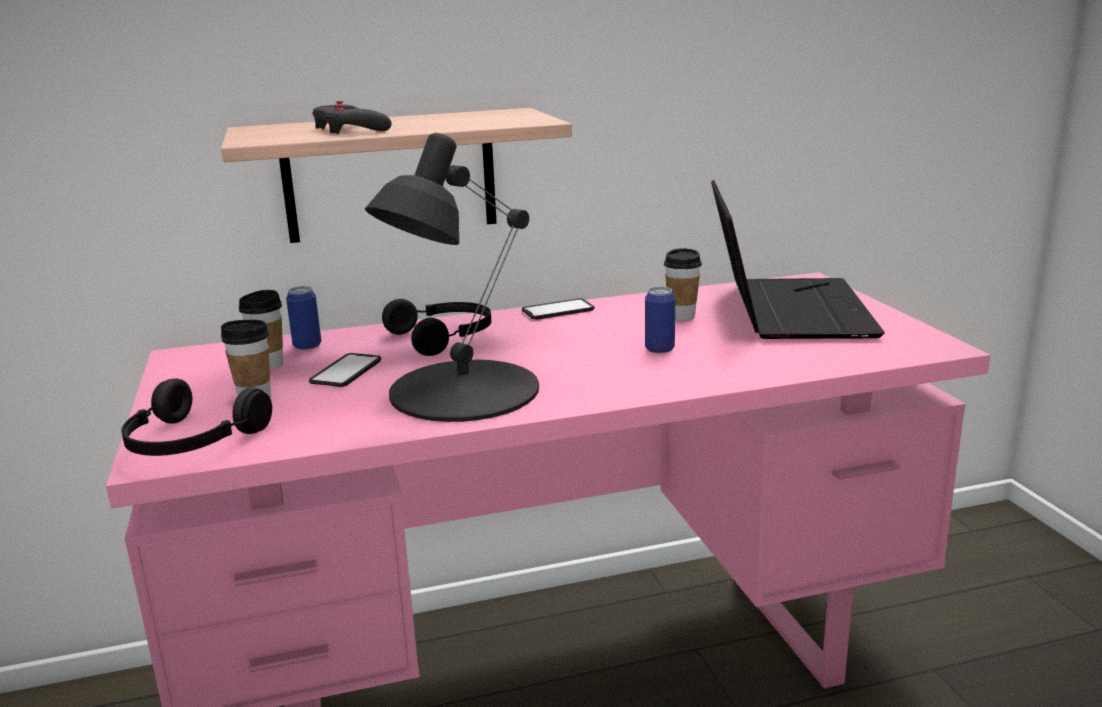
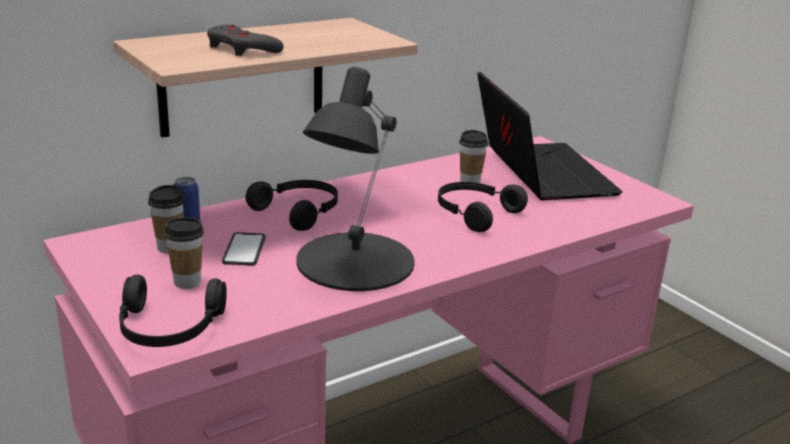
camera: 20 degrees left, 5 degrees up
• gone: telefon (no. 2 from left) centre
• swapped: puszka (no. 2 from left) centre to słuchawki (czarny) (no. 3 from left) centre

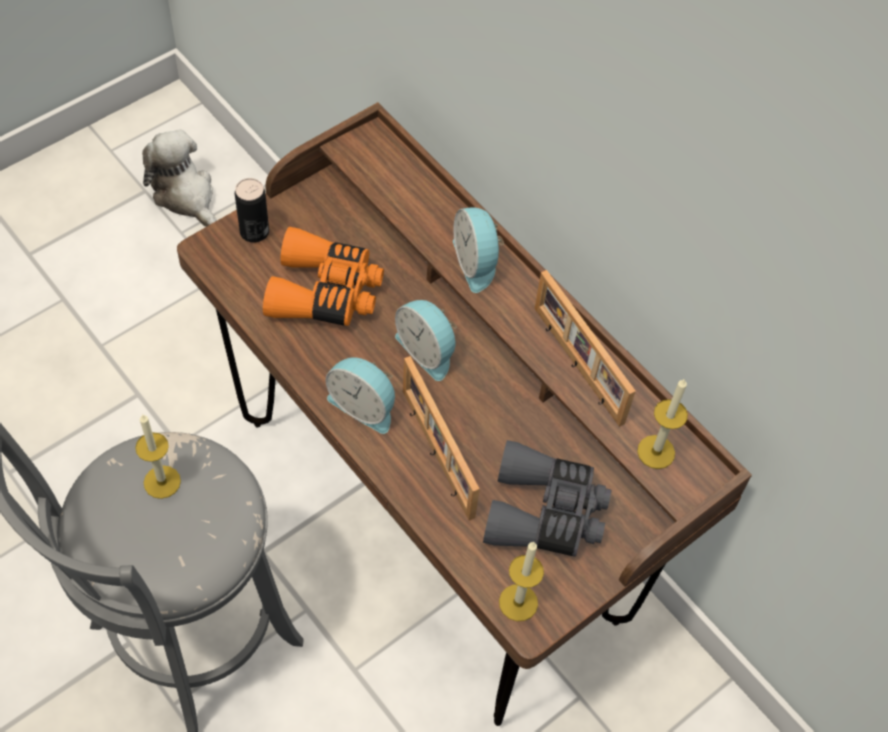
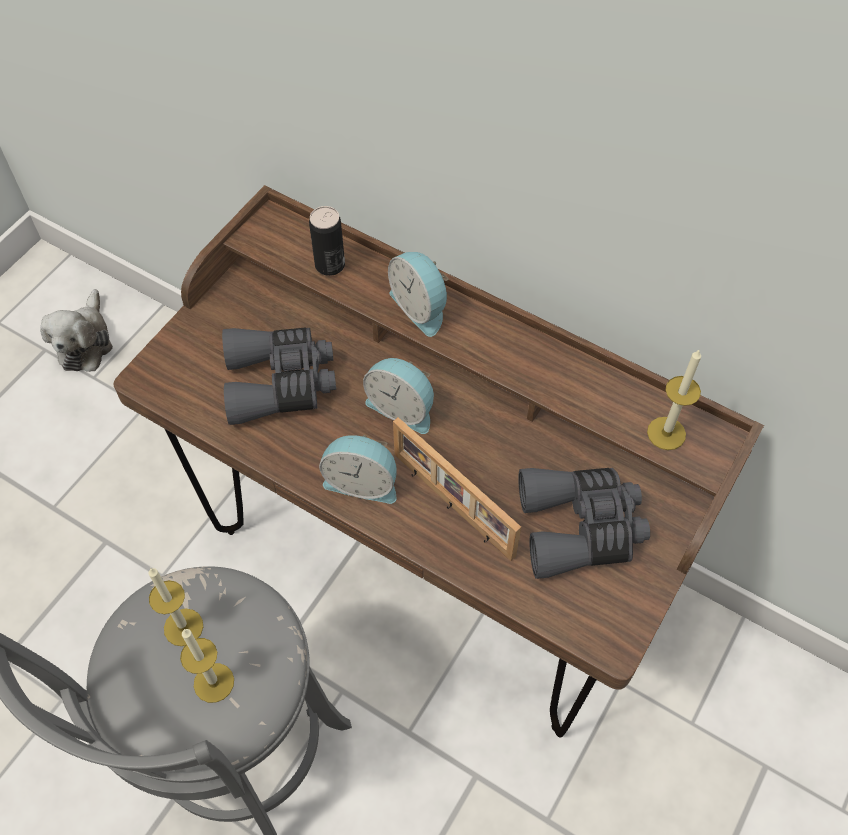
camera: 15 degrees left, 0 degrees up
• gone: ramka na zdjęcie (no. 2 from left) centre
• shifted: puszka top left to top centre
• shifted: świeca (no. 2 from left) bottom centre to bottom left
• repainted: lornetka (pomarańczowy) centre to lornetka (szary) (no. 1 from left) middle left
• rotated: pluszak top left = middle left 120 degrees counterclockwise

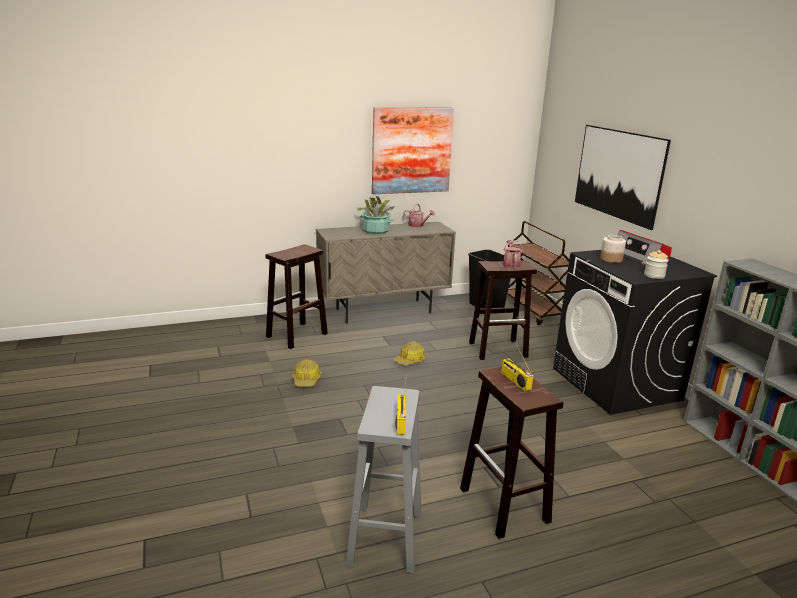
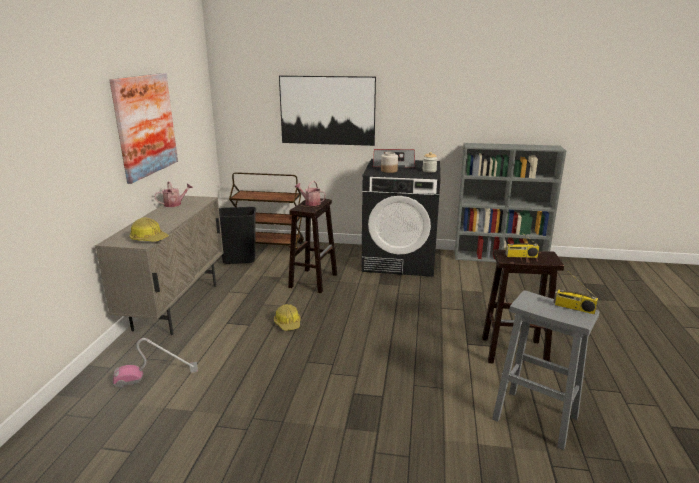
camera: 60 degrees left, 0 degrees up
• gone: roślina doniczkowa centre
• shifted: kask (no. 1 from left) centre to middle left
• swapped: stołek (brązowy) (no. 1 from left) centre to odkurzacz bottom left

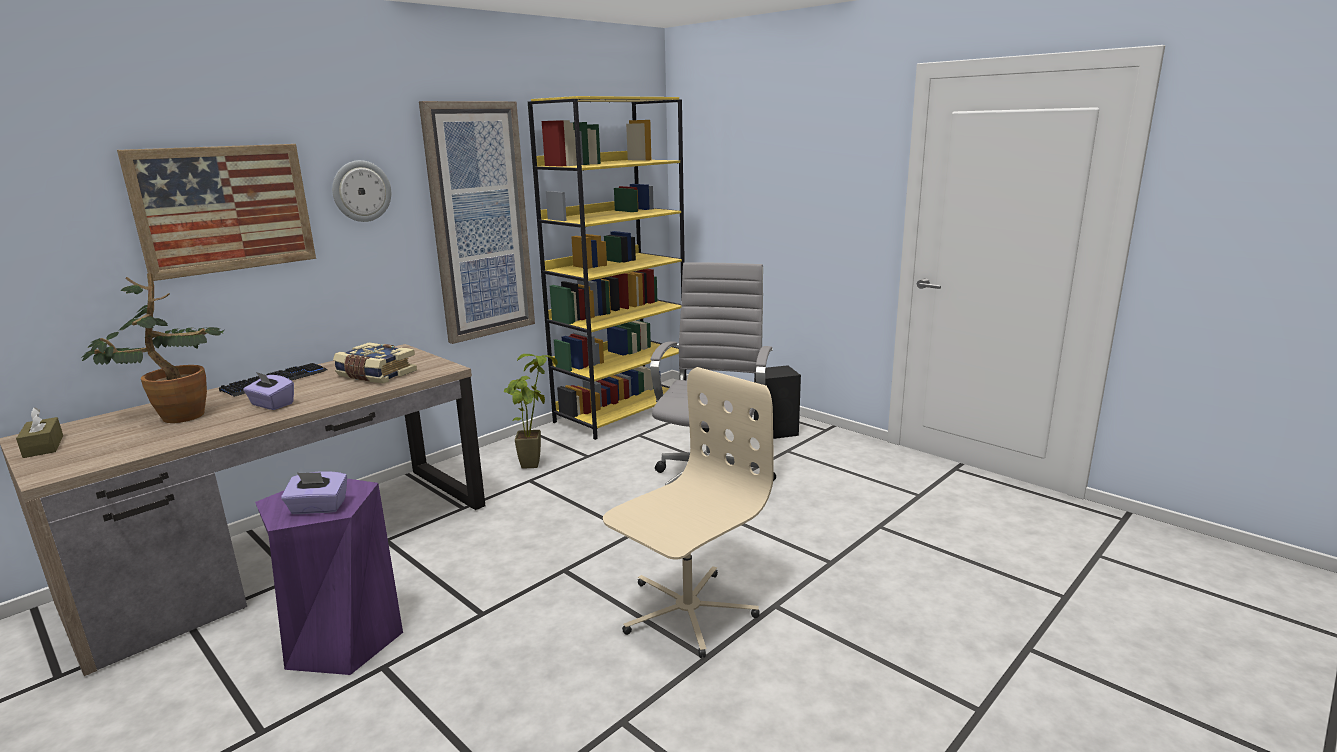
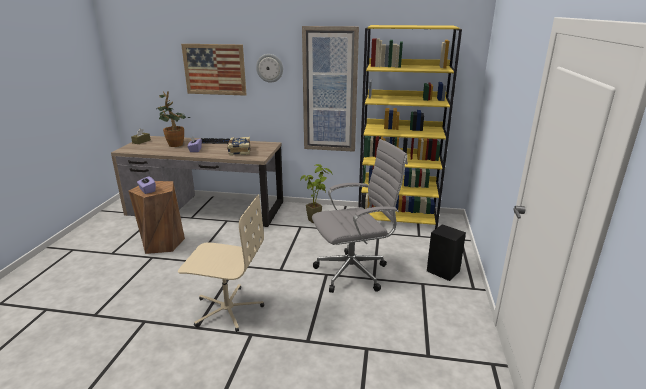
camera: 55 degrees right, 5 degrees up
• repainted: stołek (fioletowy) bottom left to stołek (brązowy) middle left

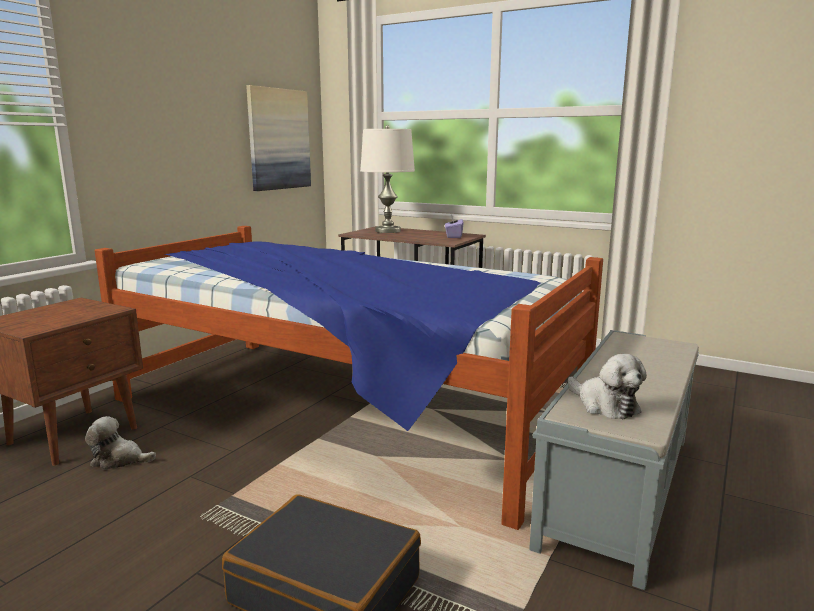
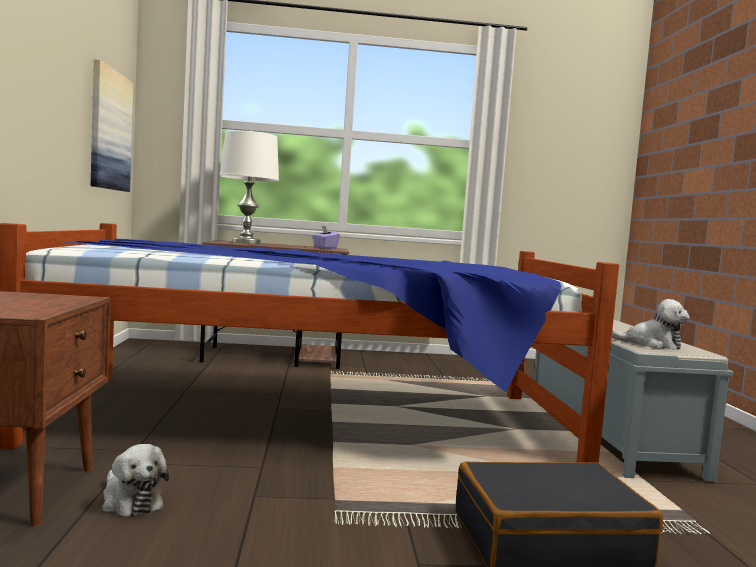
camera: 35 degrees left, 10 degrees down
• rotated: pluszak (no. 1 from left) bottom left = bottom left 105 degrees counterclockwise

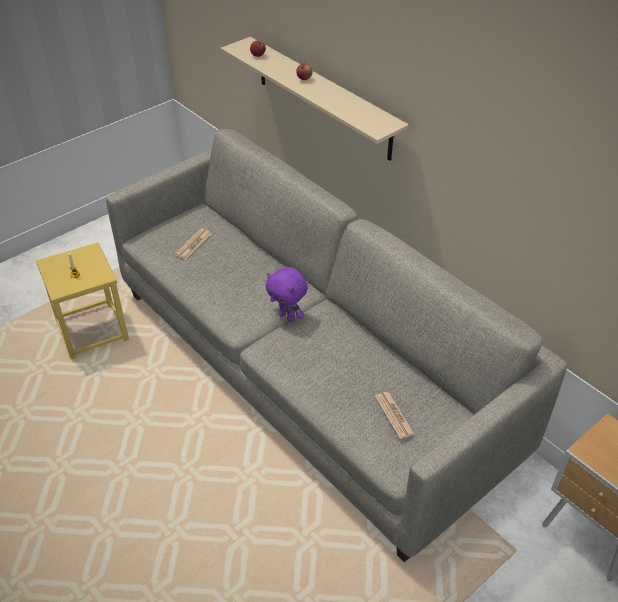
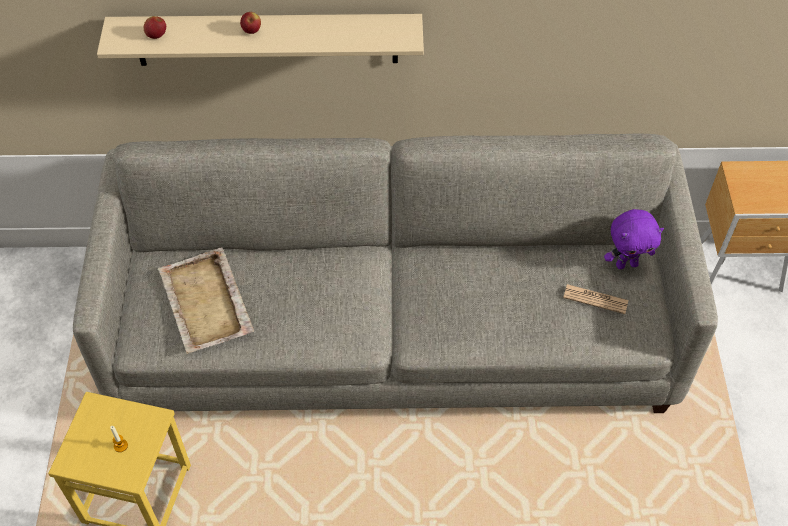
camera: 50 degrees left, 10 degrees up
• shifted: pluszak (fioletowy) centre to middle right
• swapped: gazeta (no. 1 from left) middle left to taca (beżowy) middle left

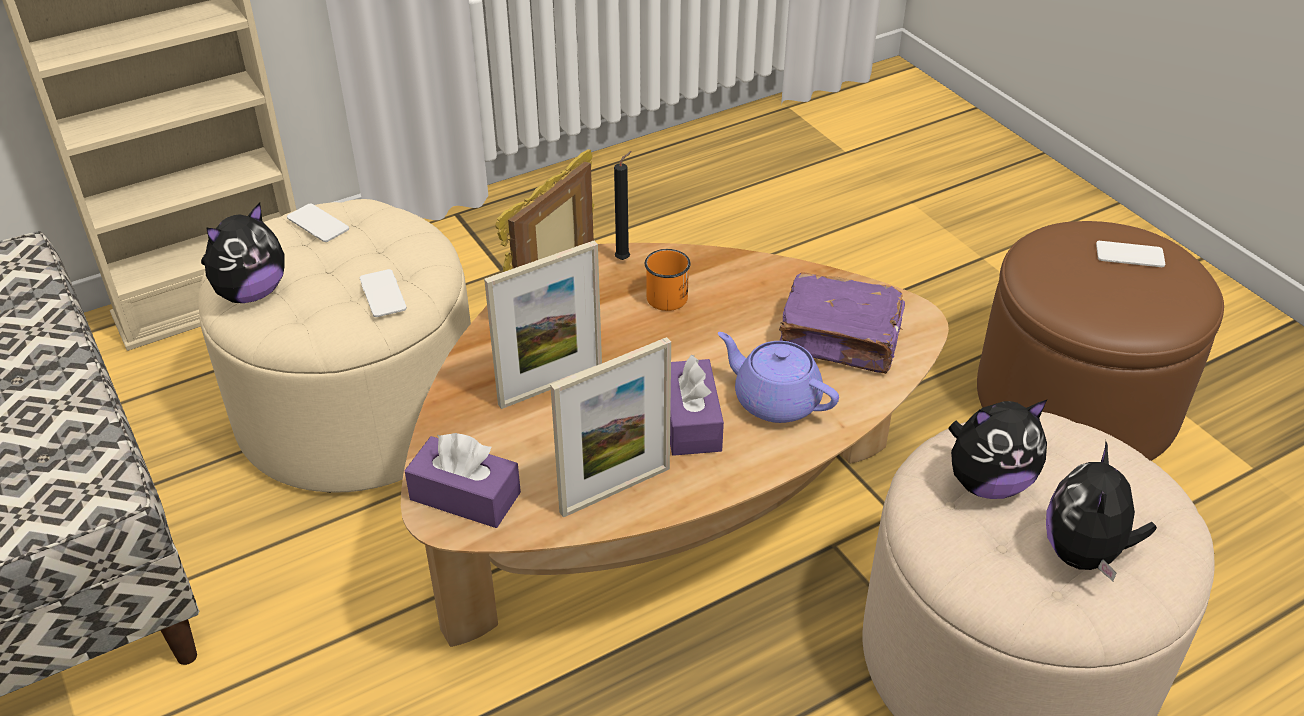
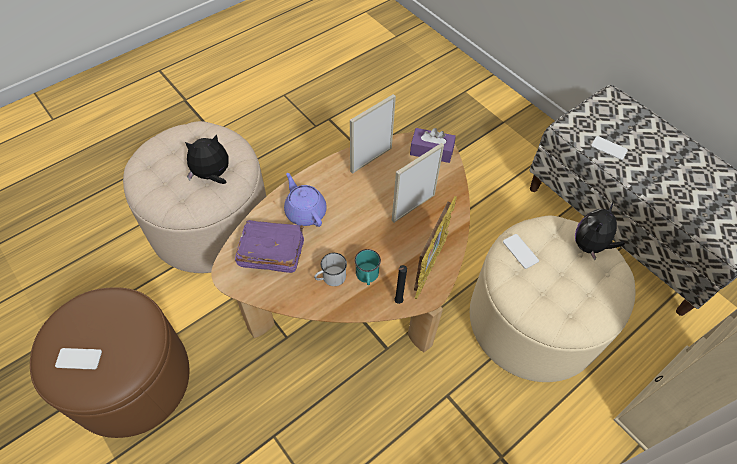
camera: 170 degrees right, 15 degrees up
• gone: pudełko chusteczek (fioletowy) (no. 2 from left) centre
• gone: pluszak (no. 3 from left) bottom right
• new: kubek (biały) centre
• shifted: telefon (no. 1 from left in the first image) top left to telefon (no. 3 from left) top right
• repainted: kubek (pomarańczowy) centre to kubek (turkusowy) centre
• rotated: imbryk (fioletowy) centre = centre 150 degrees counterclockwise

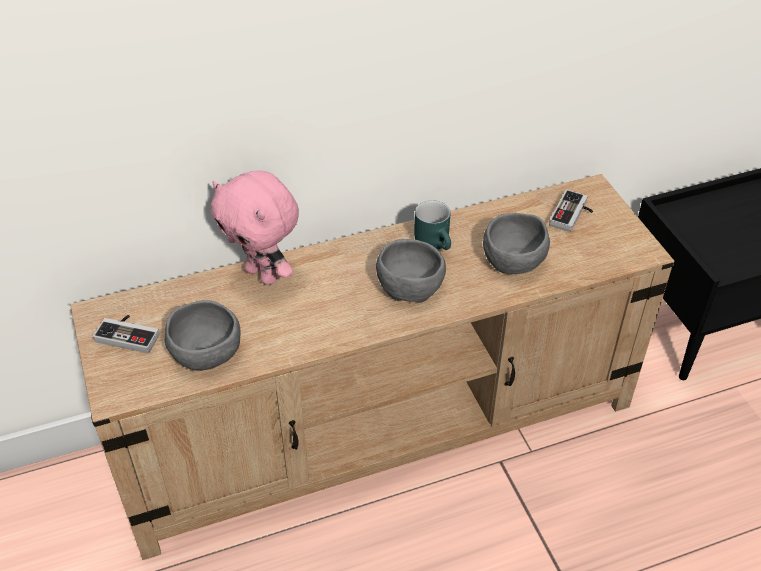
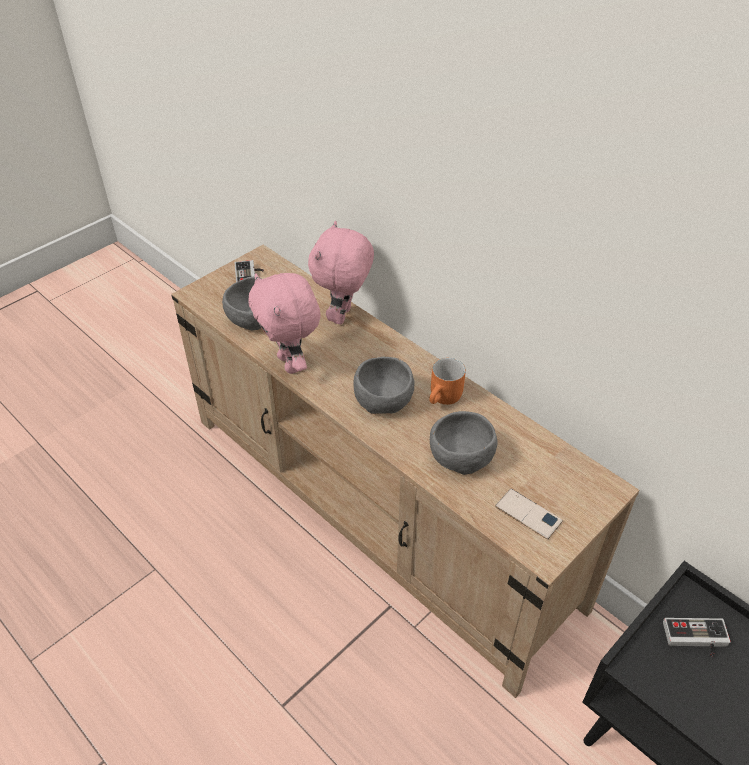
camera: 65 degrees right, 0 degrees up
• new: pluszak (różowy) (no. 1 from left) centre
• new: telefon bottom right
• shifted: pad do gier (no. 2 from left) middle right to bottom right
• repainted: kubek (turkusowy) centre to kubek (pomarańczowy) centre

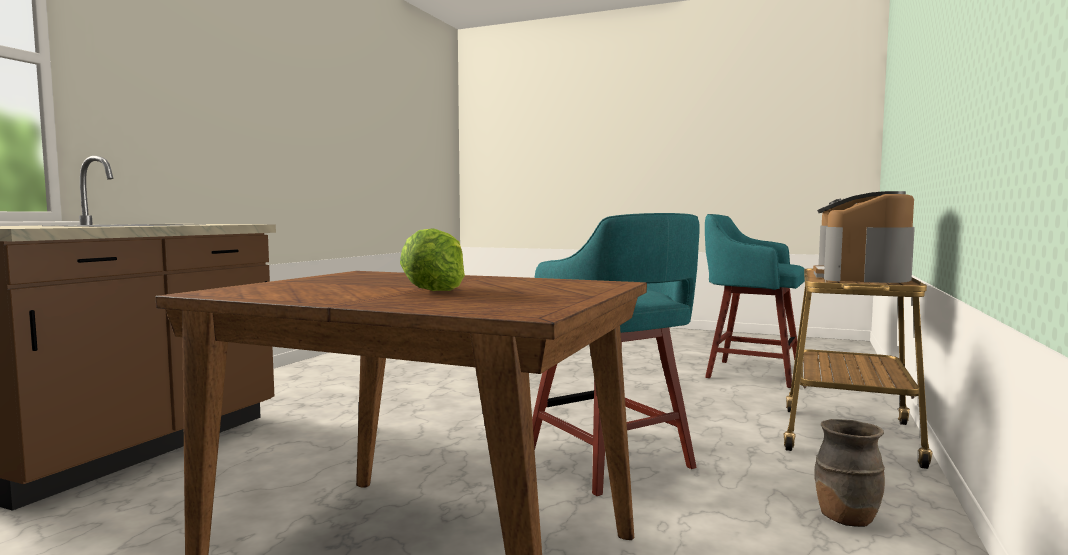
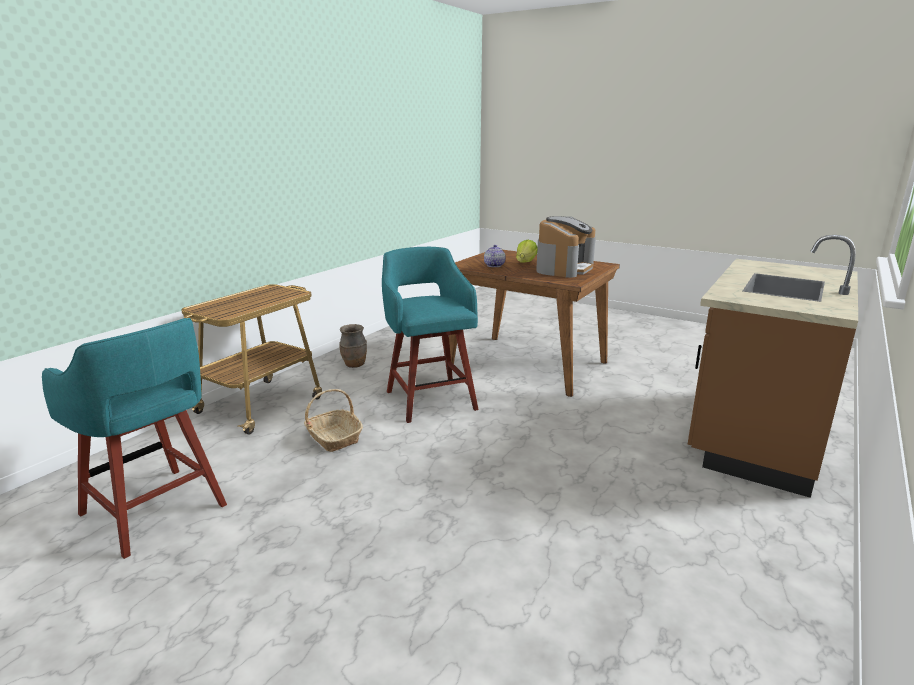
camera: 170 degrees left, 15 degrees up
• new: koszyk centre
• new: imbryk centre
• shifted: ekspres do kawy middle right to centre

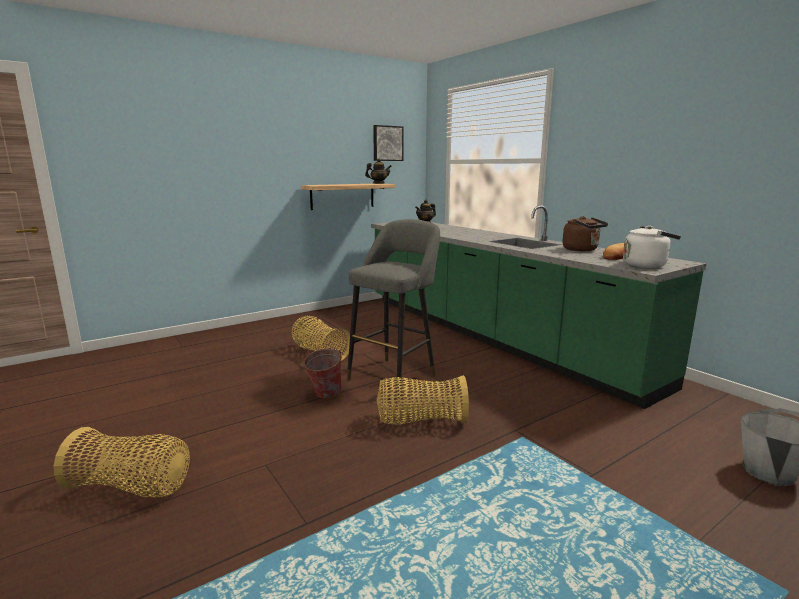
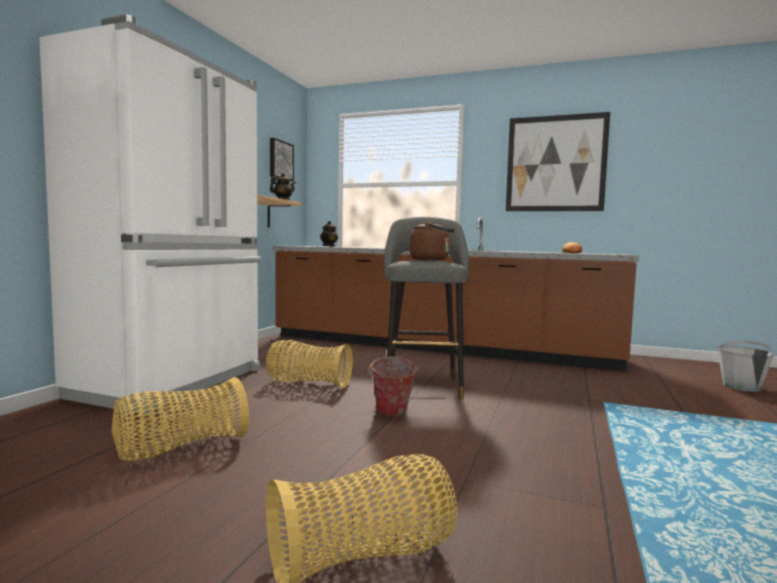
camera: 35 degrees left, 10 degrees down
• gone: czajnik (biały) middle right
• new: lodówka (biały) middle left
• new: obraz (no. 2 from left) top right
• shifted: koszyk (no. 3 from left in the first image) bottom centre to koszyk (no. 1 from left) bottom left
• shifted: czajnik (brązowy) middle right to centre
• repainted: zabudowa kuchenna (zielony) middle right to zabudowa kuchenna (brązowy) centre

